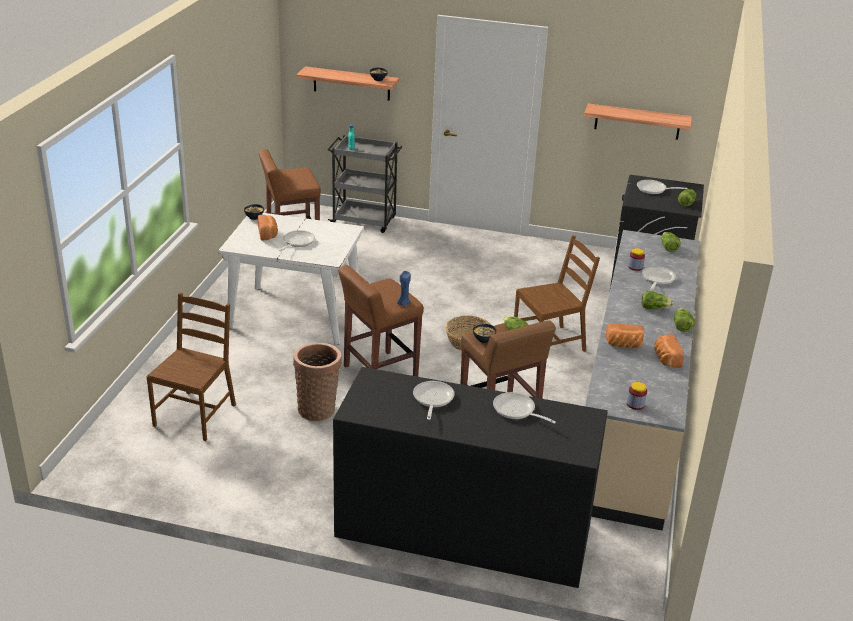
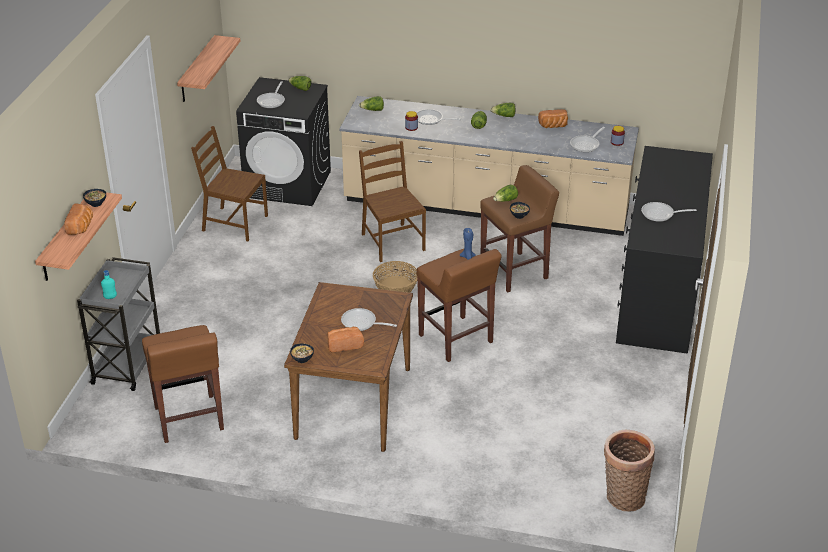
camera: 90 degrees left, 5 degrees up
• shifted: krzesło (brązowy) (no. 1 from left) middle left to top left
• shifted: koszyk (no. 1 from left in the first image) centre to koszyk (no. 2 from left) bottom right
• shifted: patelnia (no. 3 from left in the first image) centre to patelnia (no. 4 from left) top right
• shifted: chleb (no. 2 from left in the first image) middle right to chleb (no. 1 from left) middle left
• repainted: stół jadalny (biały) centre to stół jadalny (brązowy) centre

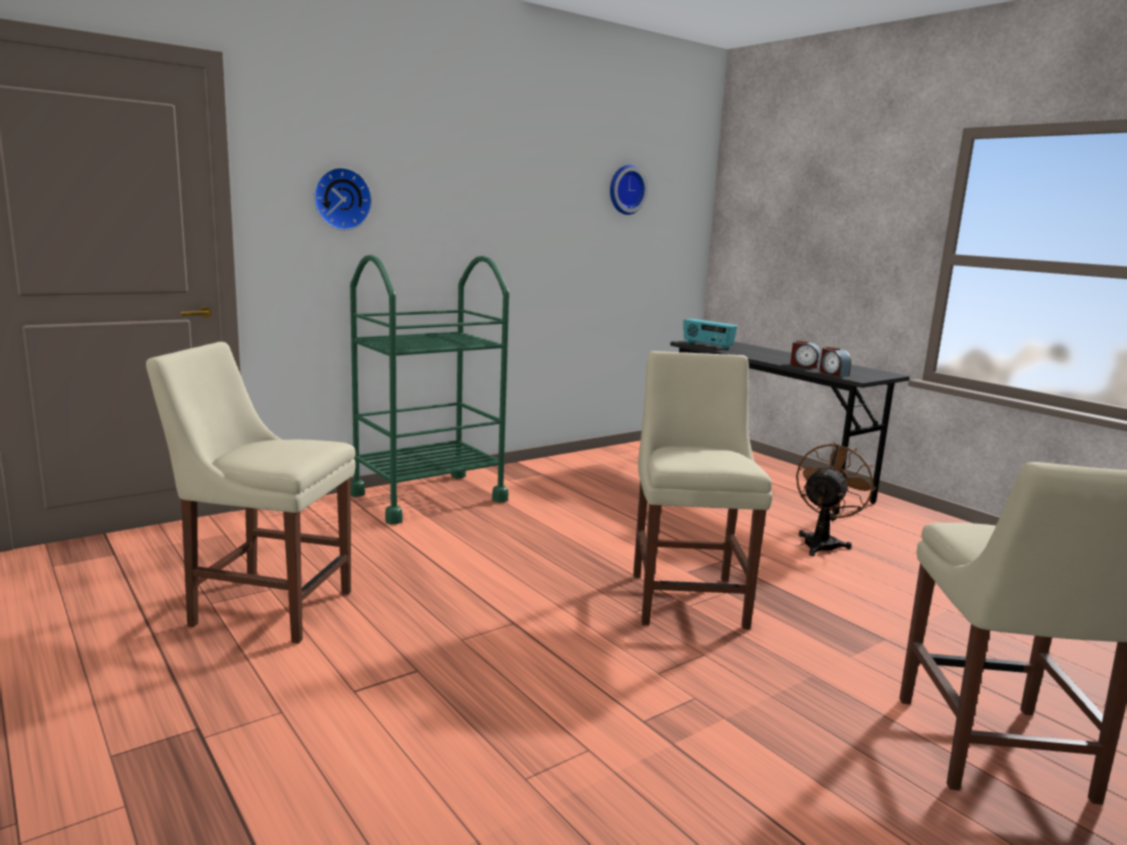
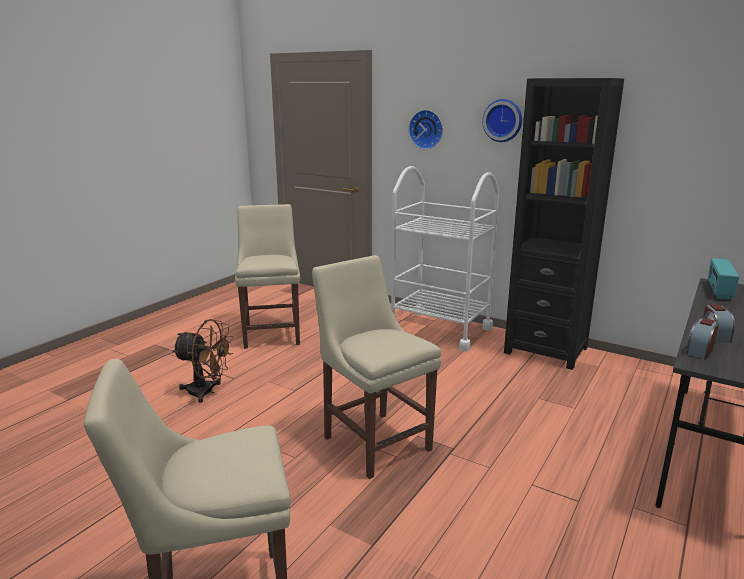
camera: 70 degrees right, 5 degrees up
• new: regał (czarny) middle right
• shifted: zegar ścienny (no. 2 from left) top centre to top right
• shifted: wentylator (brązowy) middle right to middle left
• repainted: wózek (zielony) centre to wózek (biały) centre
• rotated: krzesło (beżowy) (no. 2 from left in the first image) centre = centre 105 degrees counterclockwise

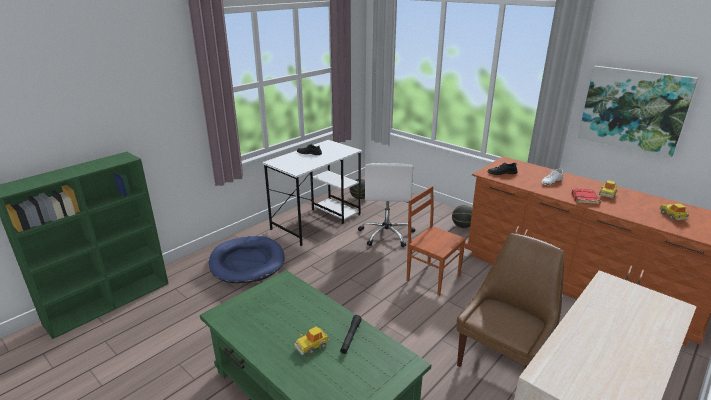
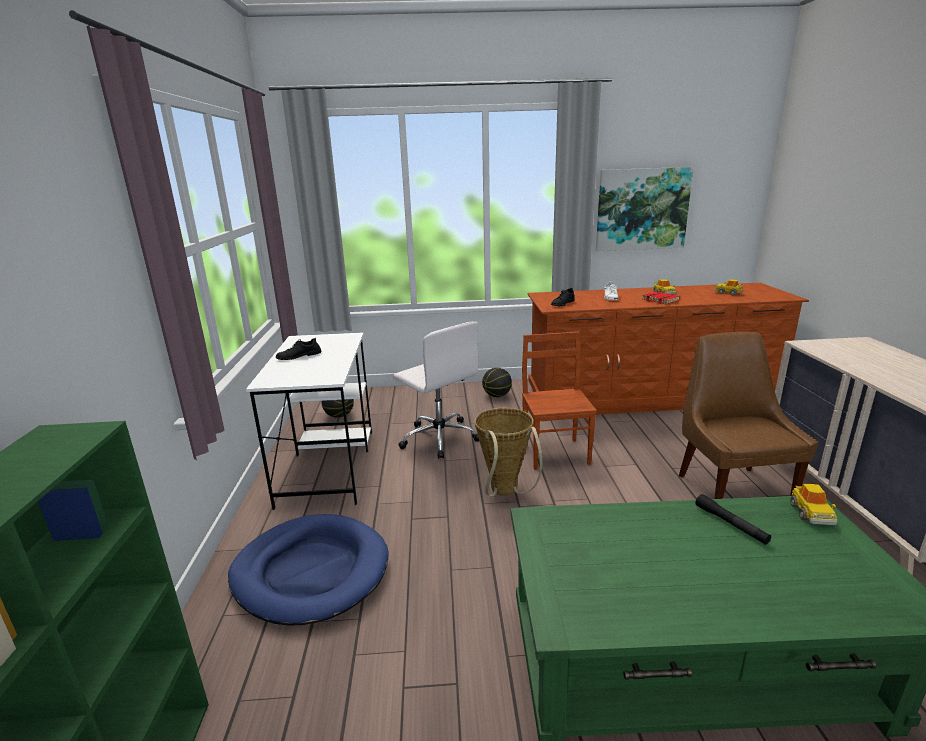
camera: 45 degrees left, 5 degrees down
• new: koszyk centre
• shifted: samochodzik (no. 1 from left in the first image) bottom centre to samochodzik (no. 3 from left) bottom right
• rotated: krzesło (brązowy) (no. 1 from left) centre = centre 90 degrees clockwise

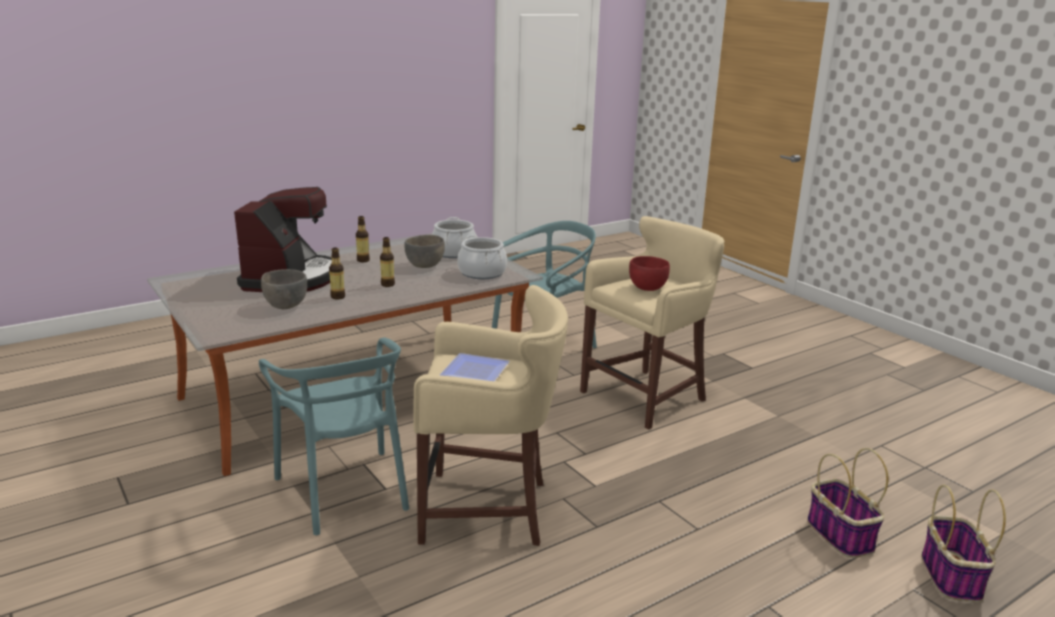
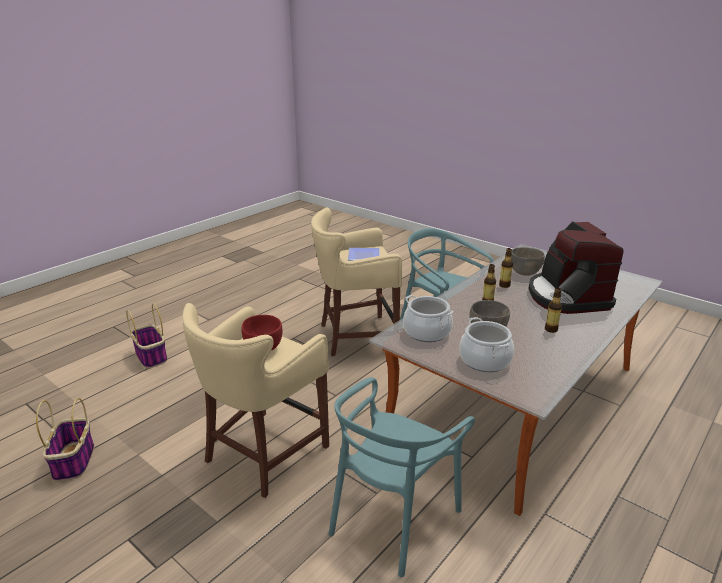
camera: 165 degrees right, 5 degrees up
• shifted: koszyk (no. 2 from left in the first image) bottom right to koszyk (no. 1 from left) bottom left

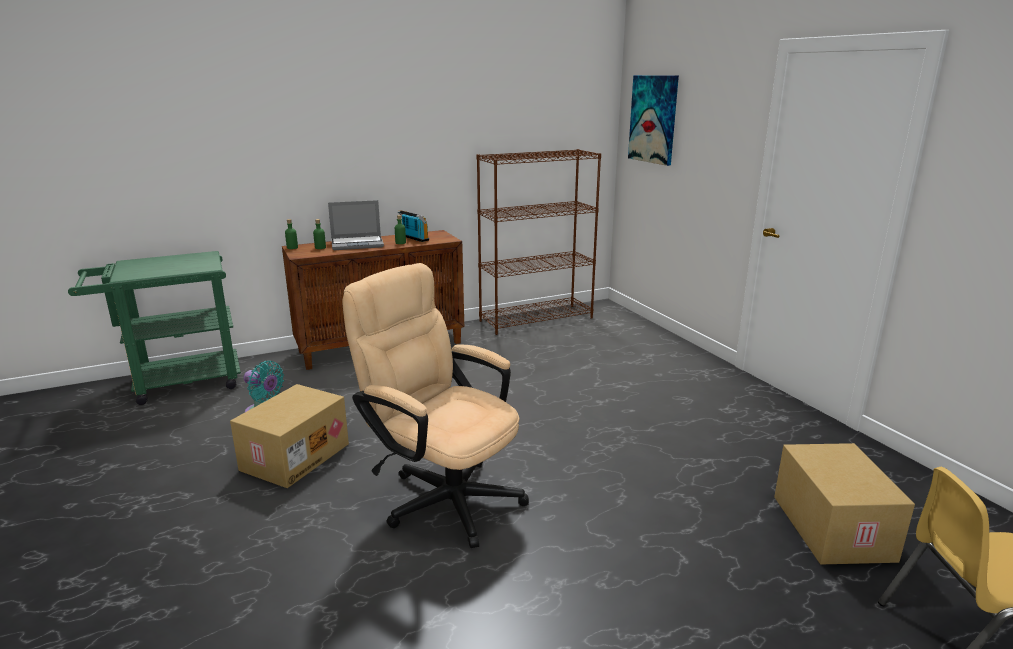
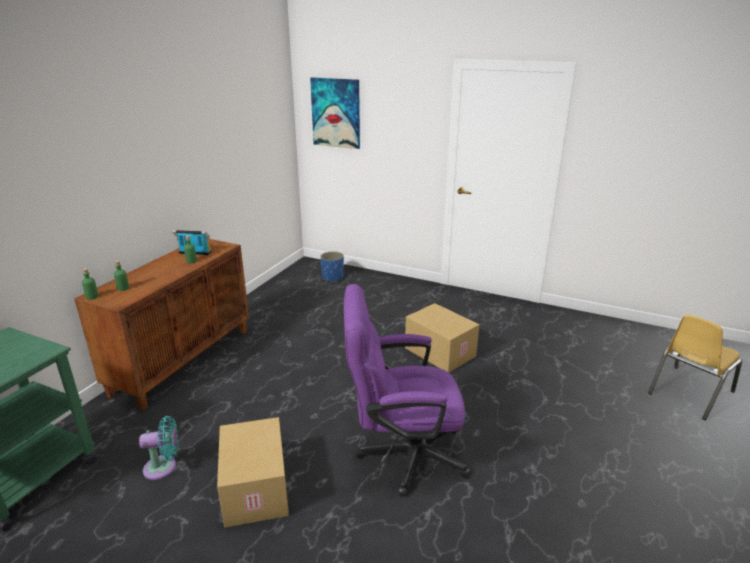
camera: 40 degrees left, 5 degrees up
• gone: laptop centre
• gone: regał (brązowy) centre
• new: donica (niebieski) centre
• shifted: karton (no. 2 from left) bottom right to centre
• repainted: krzesło biurowe (beżowy) centre to krzesło biurowe (fioletowy) bottom centre

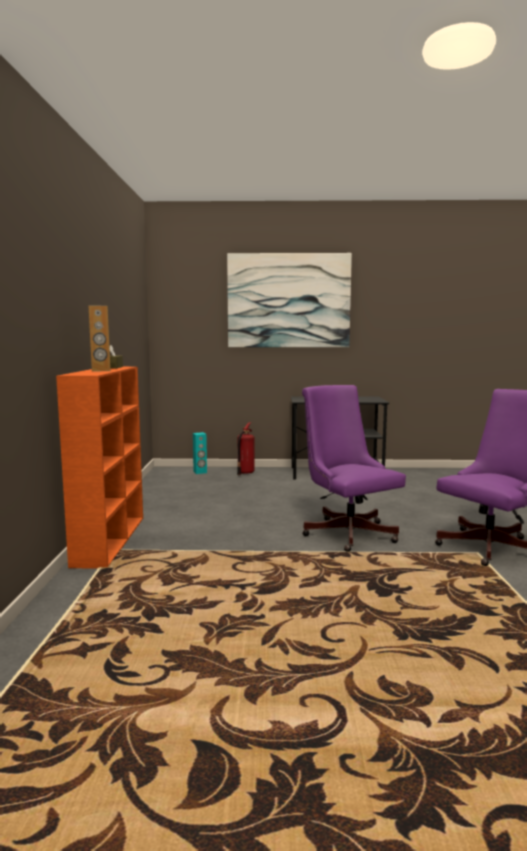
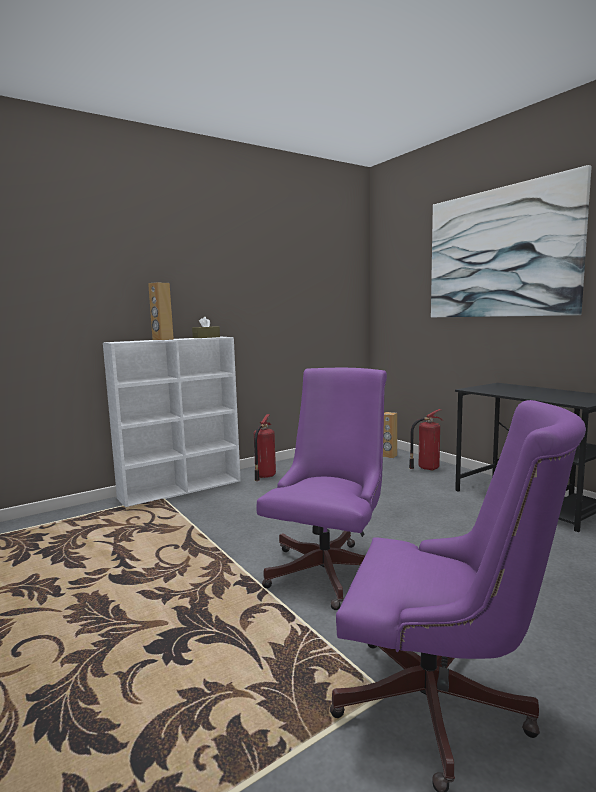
camera: 55 degrees right, 0 degrees up
• new: gaśnica (no. 1 from left) centre
• repainted: regał (pomarańczowy) middle left to regał (biały) middle left
• repainted: głośnik (turkusowy) centre to głośnik (brązowy) (no. 2 from left) centre

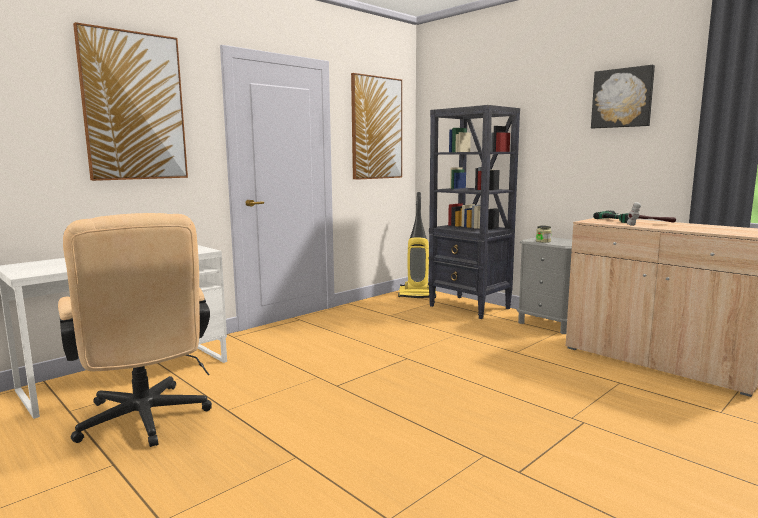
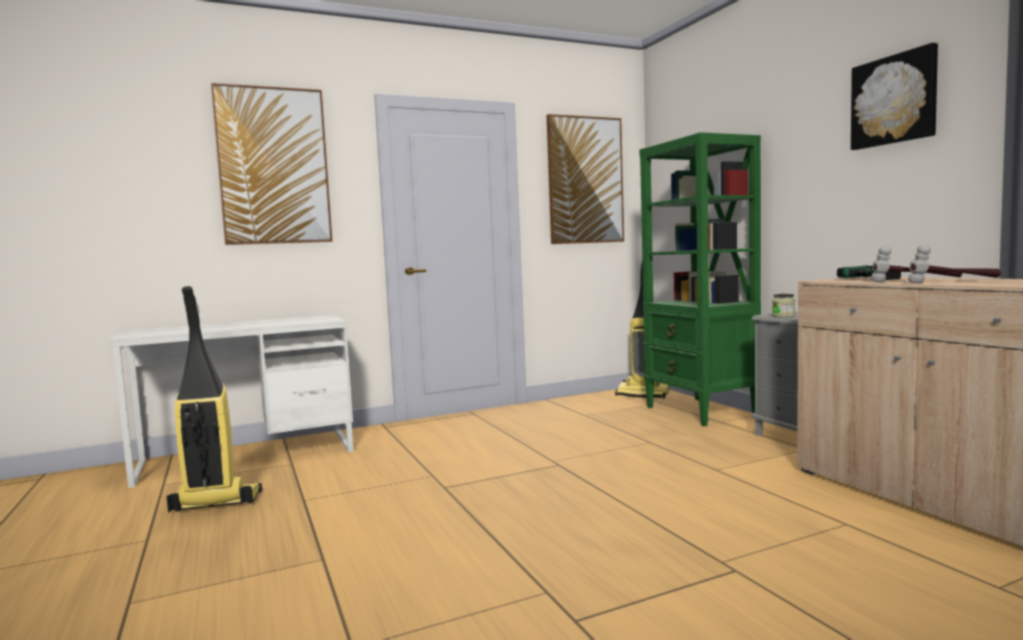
camera: 20 degrees right, 5 degrees down
• new: młotek (no. 2 from left) middle right
• swapped: krzesło biurowe (beżowy) middle left to odkurzacz (no. 1 from left) middle left
• repainted: regał (czarny) centre to regał (zielony) middle right

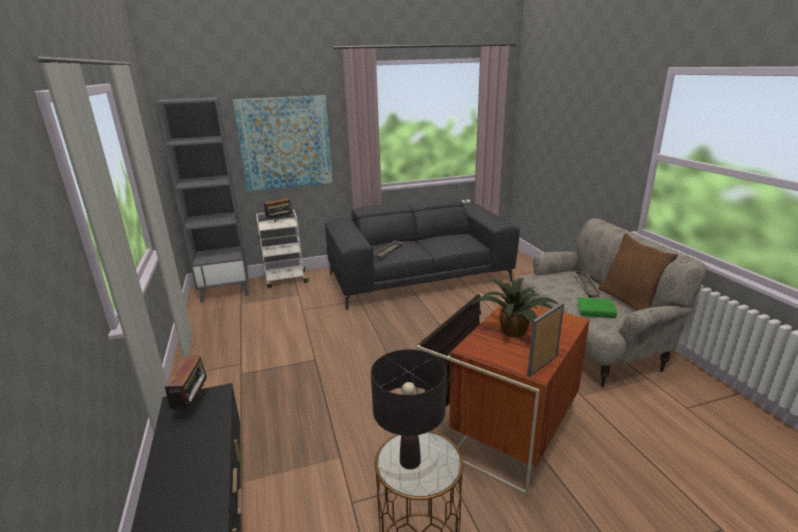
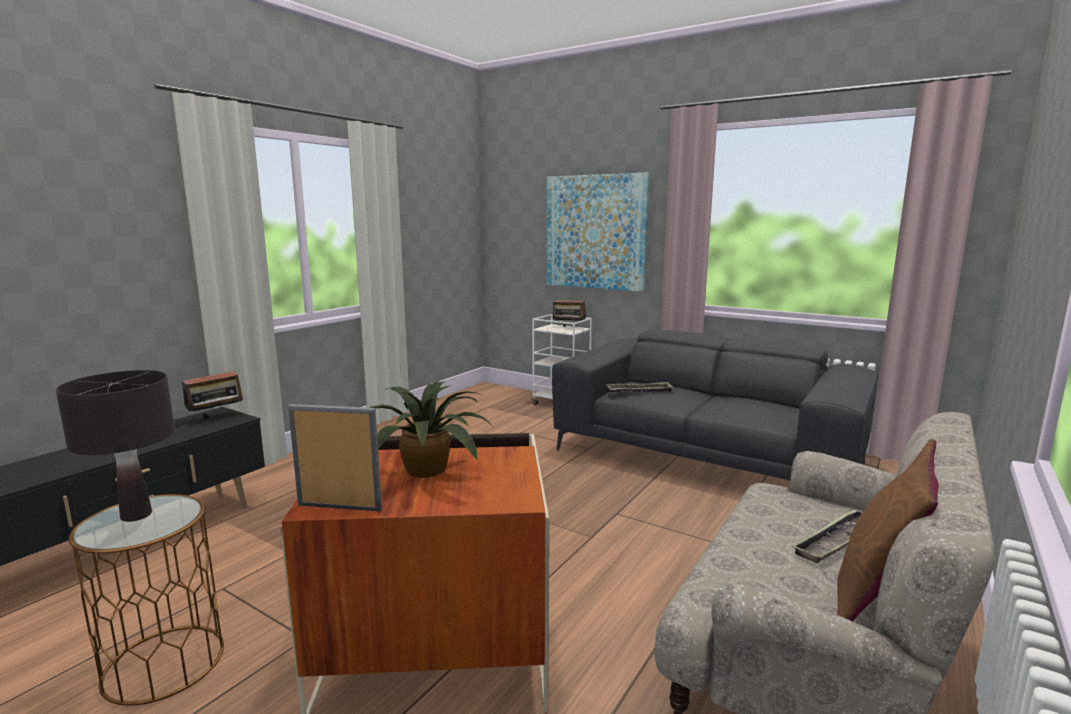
camera: 50 degrees right, 10 degrees down
• gone: regał (szary) middle left
• gone: książka (zielony) middle right

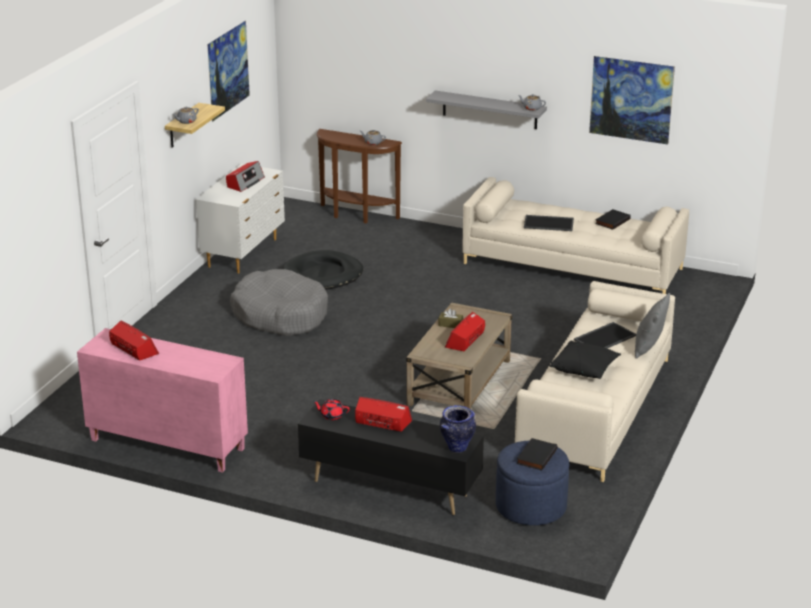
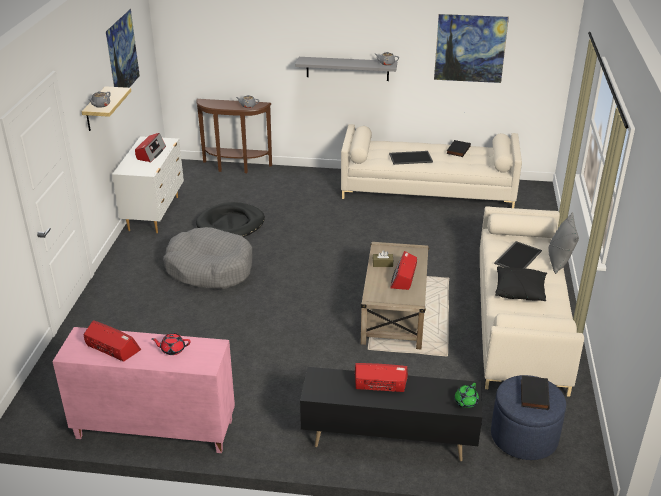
camera: 15 degrees left, 5 degrees up
• shifted: imbryk (czerwony) bottom centre to bottom left
• swapped: wazon bottom centre to imbryk (zielony) bottom right

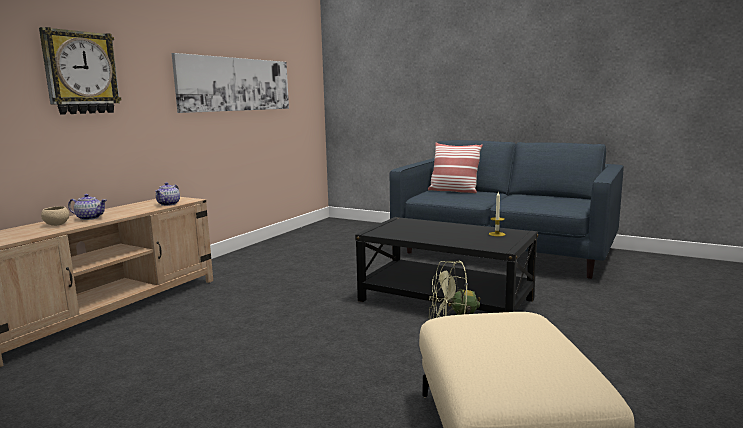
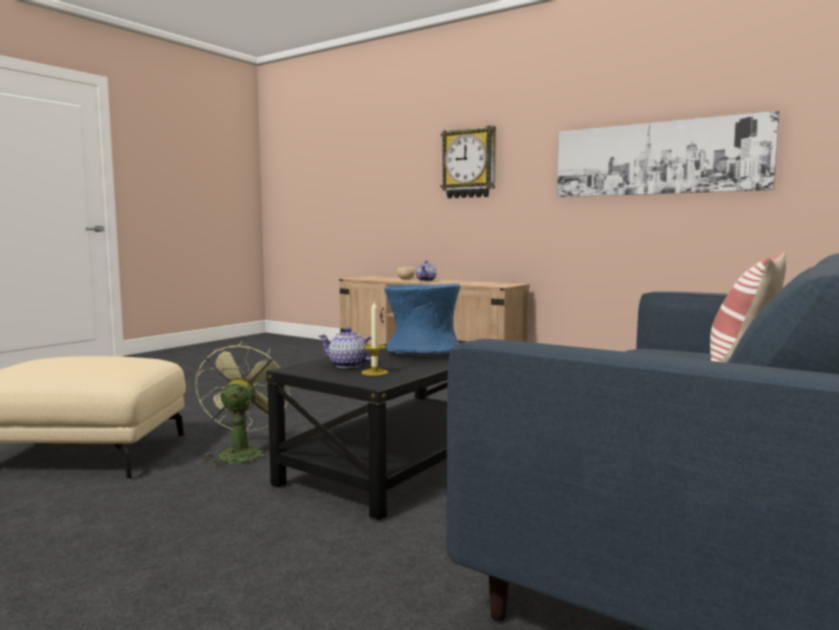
camera: 95 degrees right, 5 degrees down
• new: wazon (niebieski) centre
• shifted: imbryk (no. 2 from left in the first image) middle left to imbryk (no. 1 from left) centre

